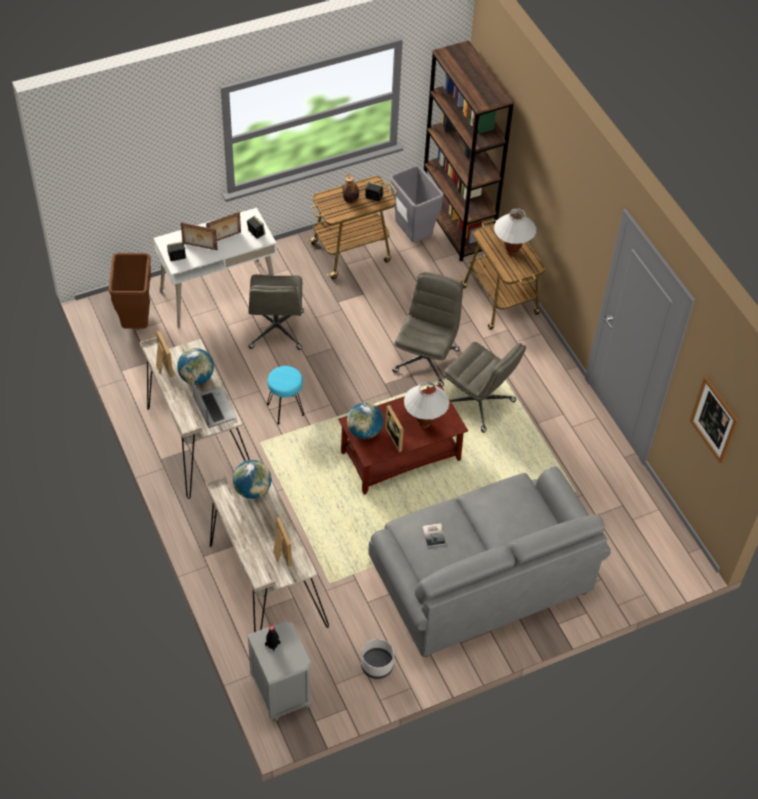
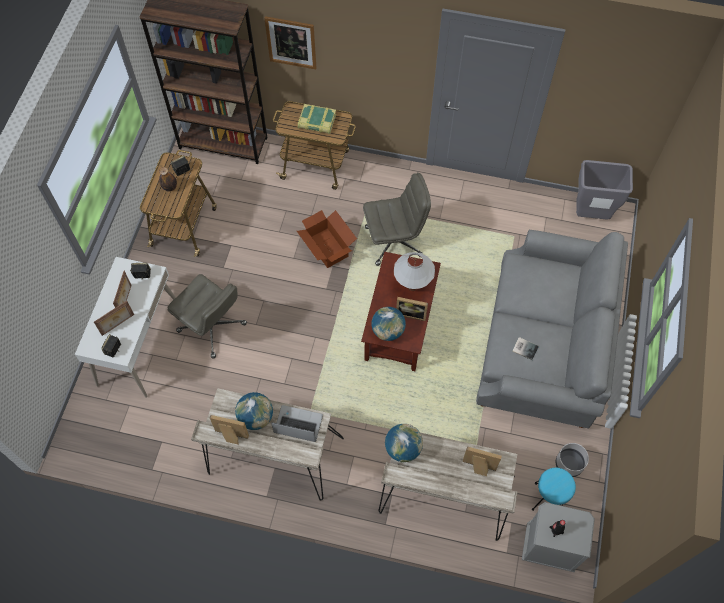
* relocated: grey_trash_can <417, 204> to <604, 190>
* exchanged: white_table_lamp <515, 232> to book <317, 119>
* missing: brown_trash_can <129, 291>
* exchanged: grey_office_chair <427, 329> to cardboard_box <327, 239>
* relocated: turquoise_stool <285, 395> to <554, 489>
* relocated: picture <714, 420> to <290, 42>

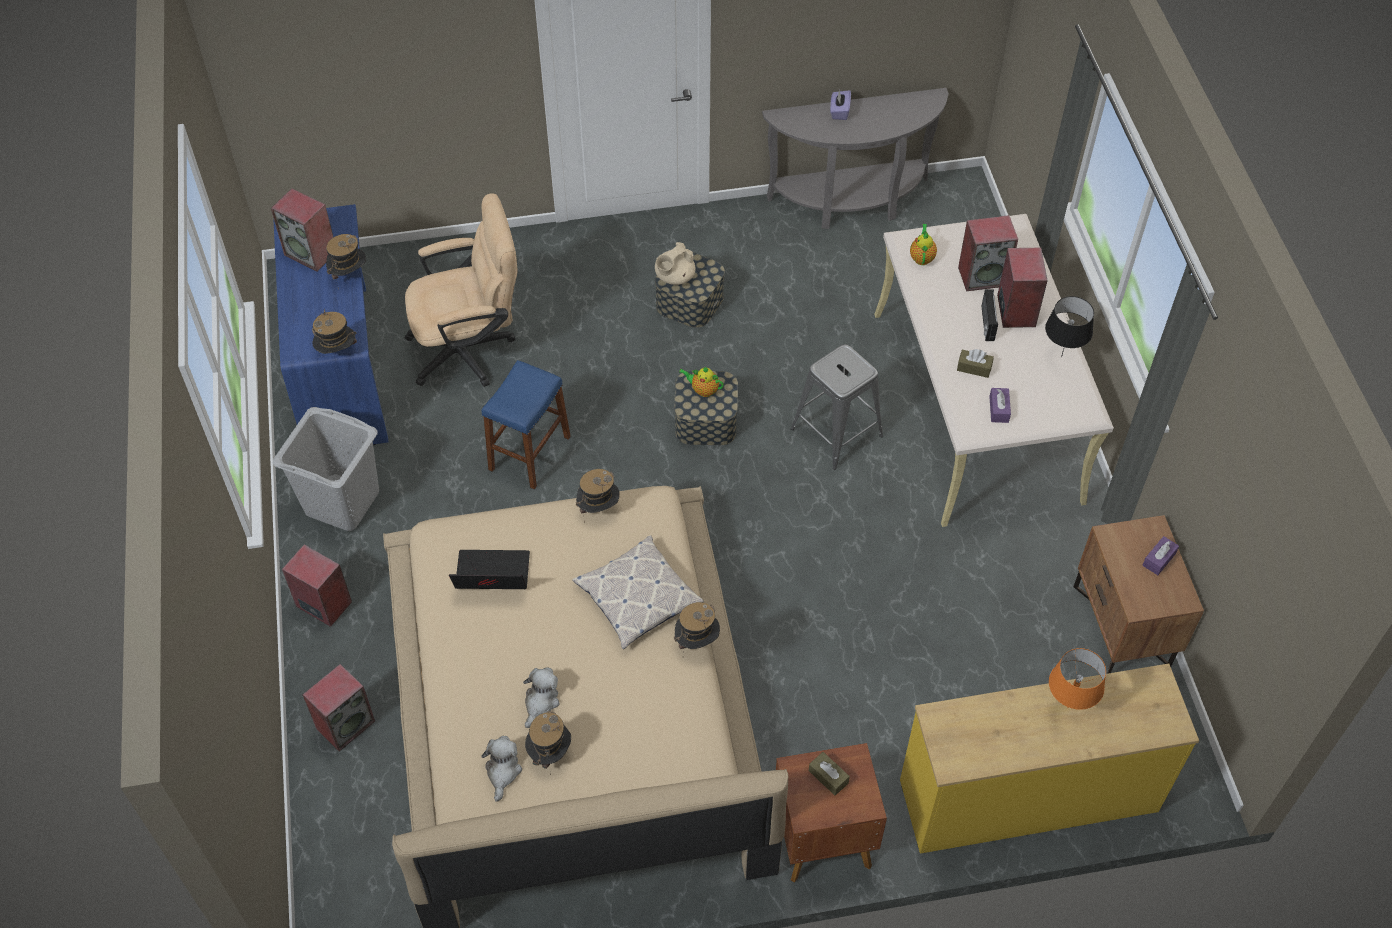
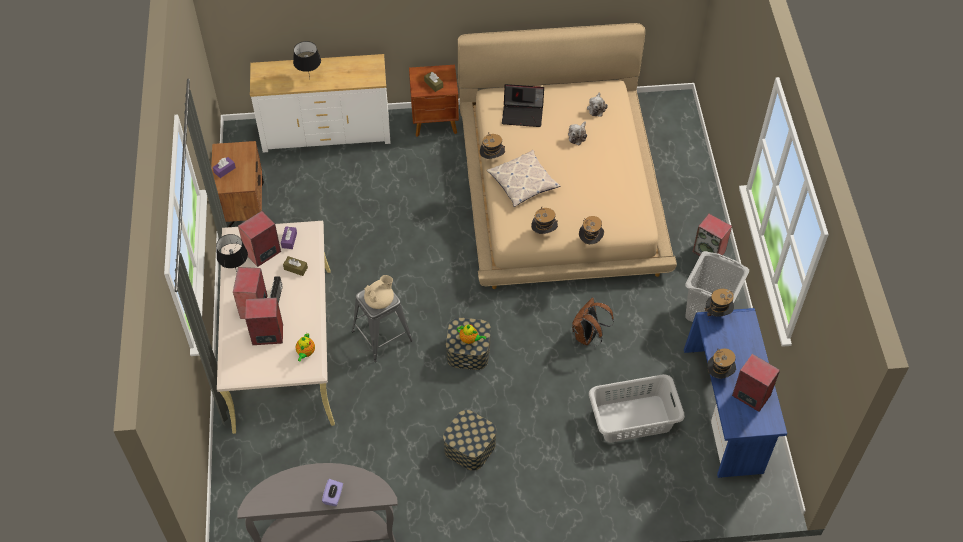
* exchanged: beige_office_chair <460, 290> to grey_laundry_basket <637, 408>
* relocated: beige_teapot <675, 263> to <379, 292>
* exchanged: blue_stool <526, 425> to brown_backpack <593, 321>
* relocated: laptop <489, 569> to <523, 105>
* colour: orange_table_lamp <1077, 679> to black_table_lamp <307, 59>
* relocated: speaker <339, 707> to <259, 239>
* colour: yellow_dresser <1049, 759> to white_dresser <320, 103>
* relocated: hat <548, 743> to <591, 230>

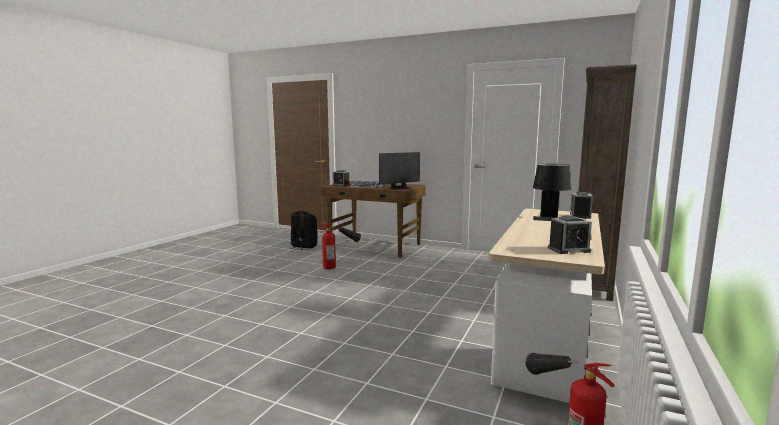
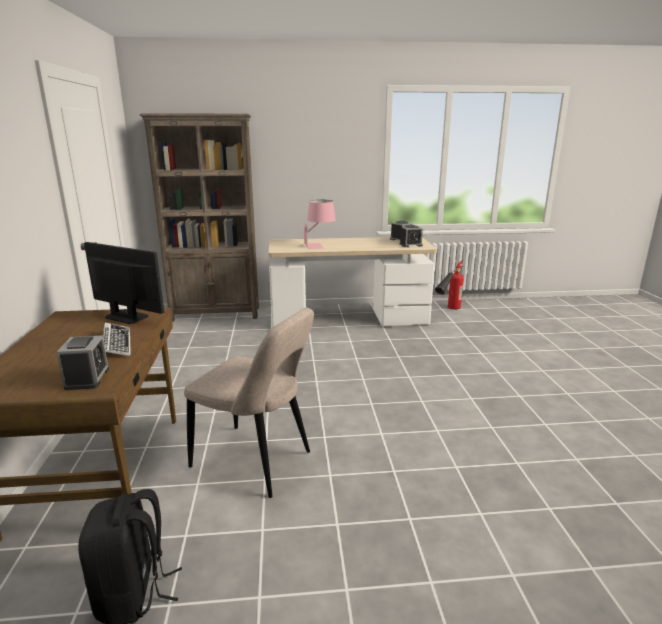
* colour: black_table_lamp <552, 192> to pink_table_lamp <320, 224>
* relocated: alarm_clock <581, 205> to <411, 236>
* exchanged: fire_extinguisher <339, 245> to beige_chair <249, 402>

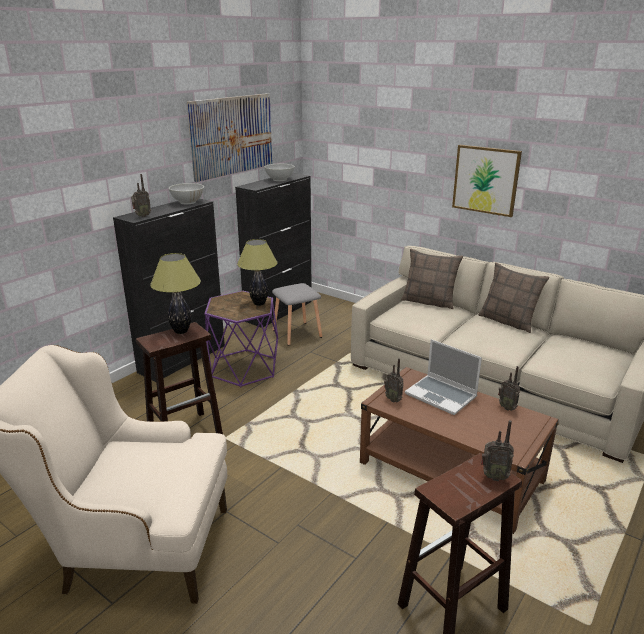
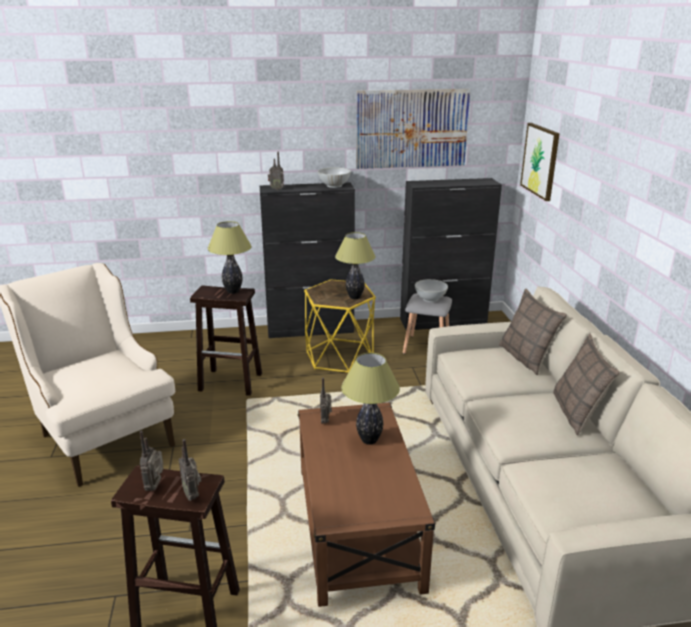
* relocated: picture <487, 181> to <540, 162>
* relocated: white_bowl <279, 172> to <431, 290>
* colour: purple_side_table <241, 339> to yellow_side_table <340, 326>
* exchanged: laptop <443, 377> to table_lamp <370, 399>
* relocated: radio <509, 388> to <151, 461>

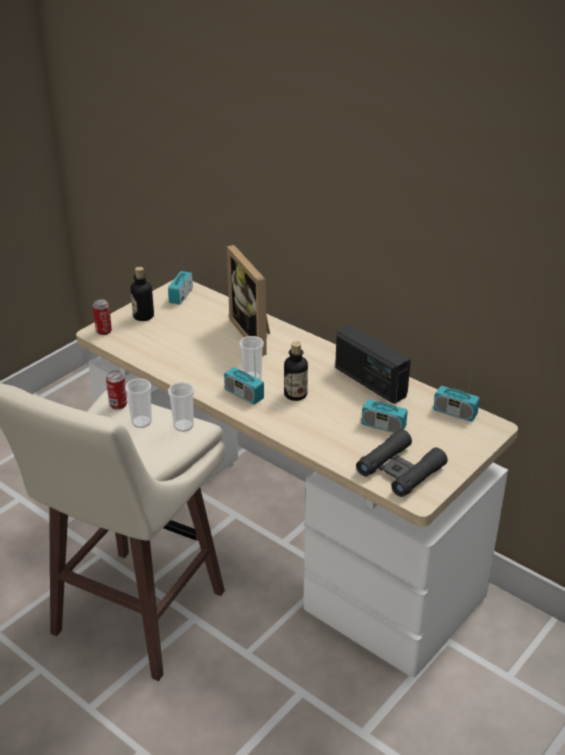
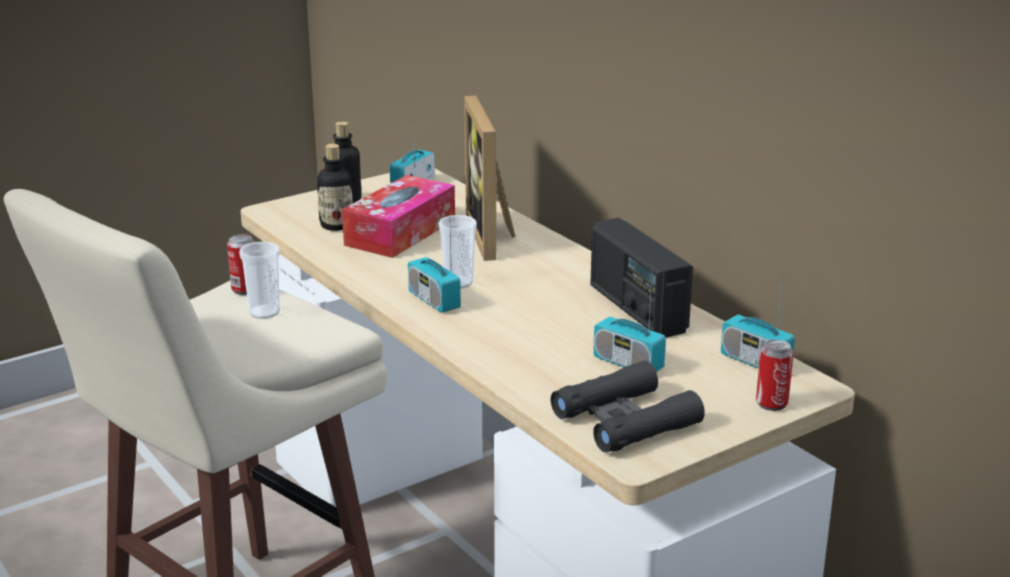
* relocated: can <102, 317> to <775, 375>
* relocated: bottle <296, 371> to <335, 187>
* missing: cup <181, 407>
* appeared: tissue_box <398, 216>

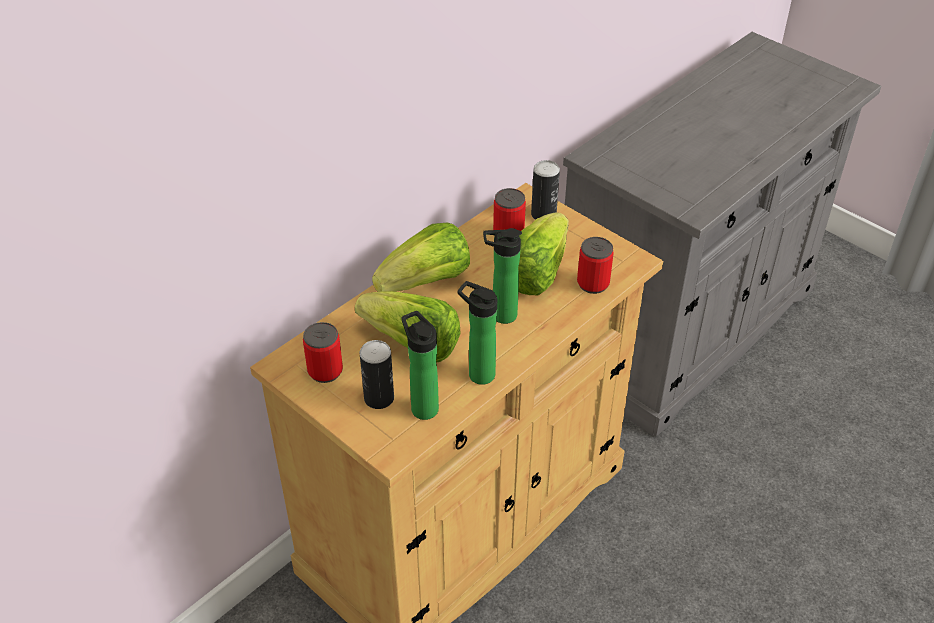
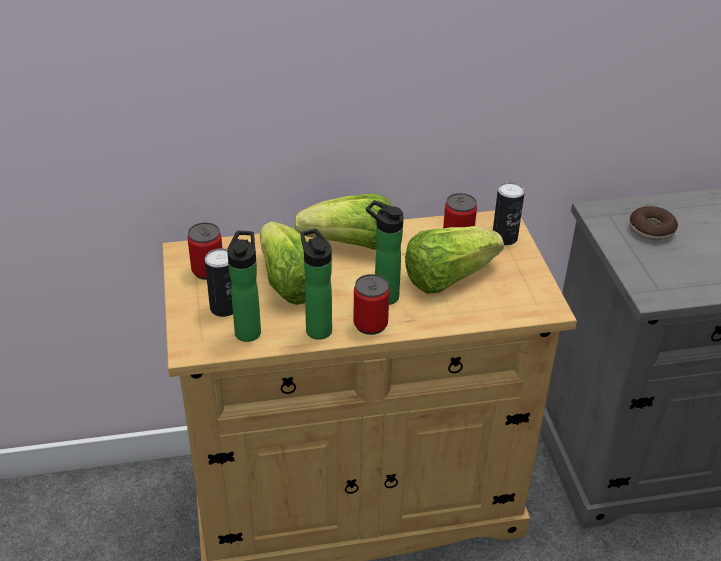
* relocated: can <595, 265> to <371, 304>
* appeared: donut <653, 223>

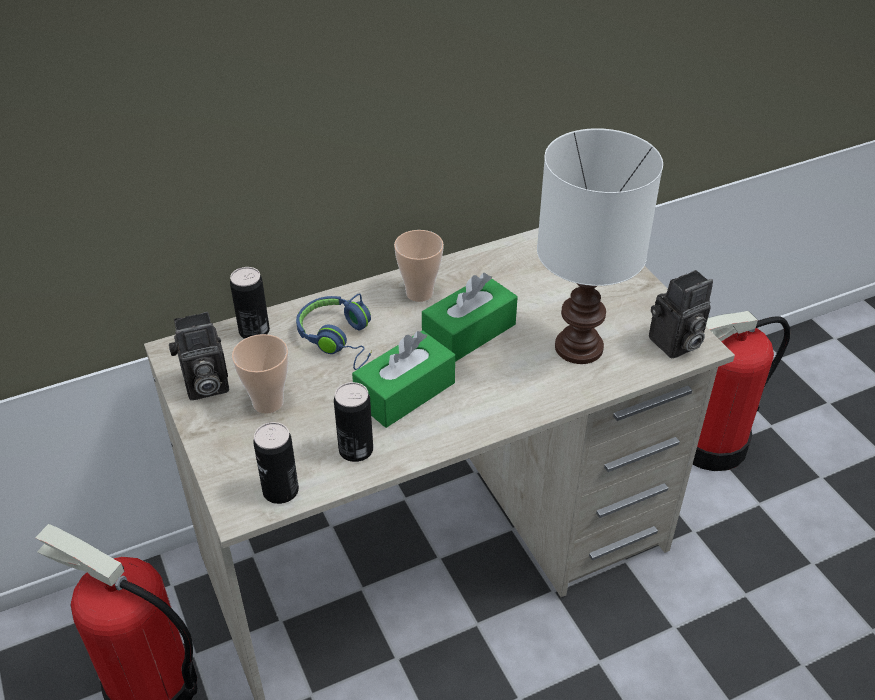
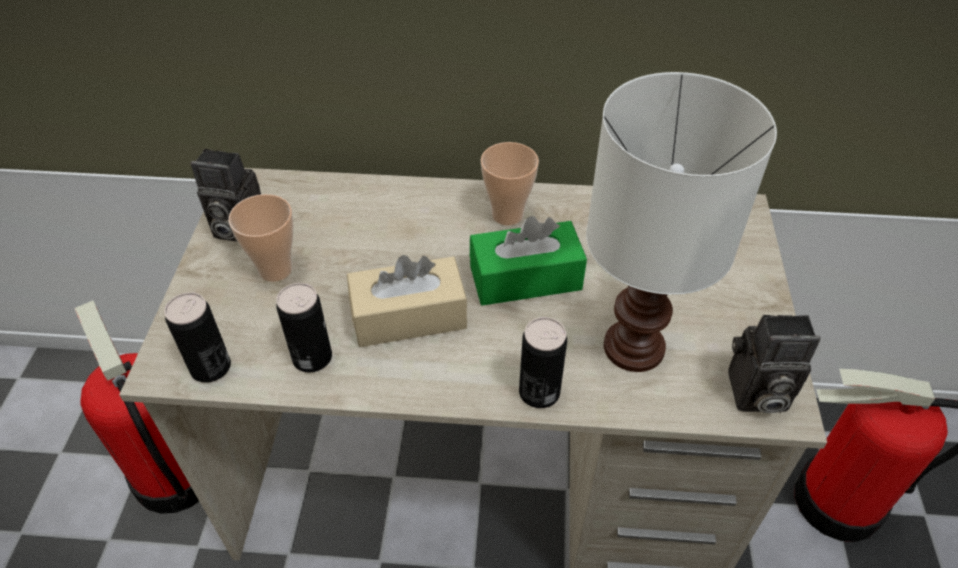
* relocated: can <250, 303> to <543, 362>
* missing: blue_headphones <334, 332>
* colour: green_tissue_box <403, 379> to beige_tissue_box <407, 301>

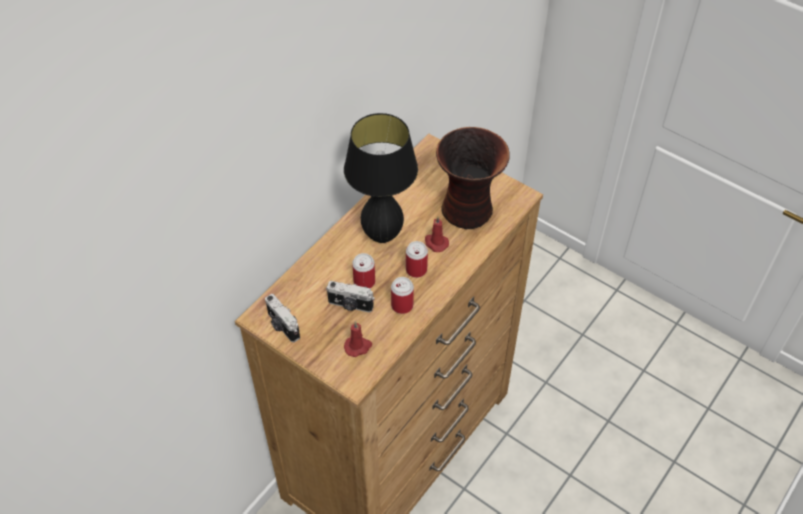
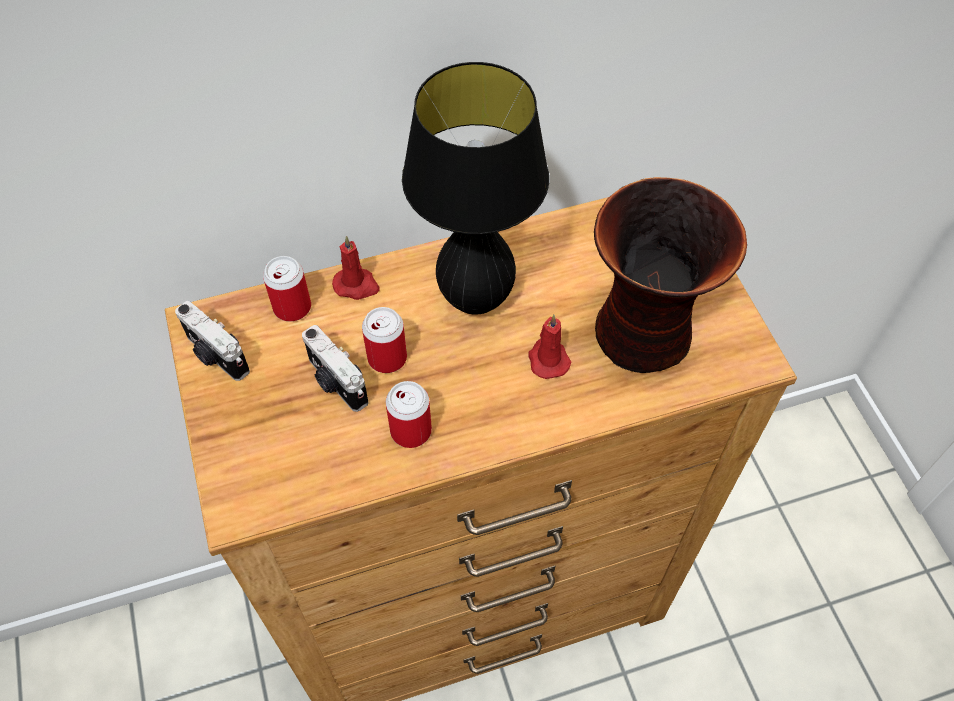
* relocated: can <417, 259> to <287, 289>
* spun: photo_camera <282, 318> = <212, 341> 45 degrees counterclockwise
* relocated: red_candle <358, 339> to <355, 268>

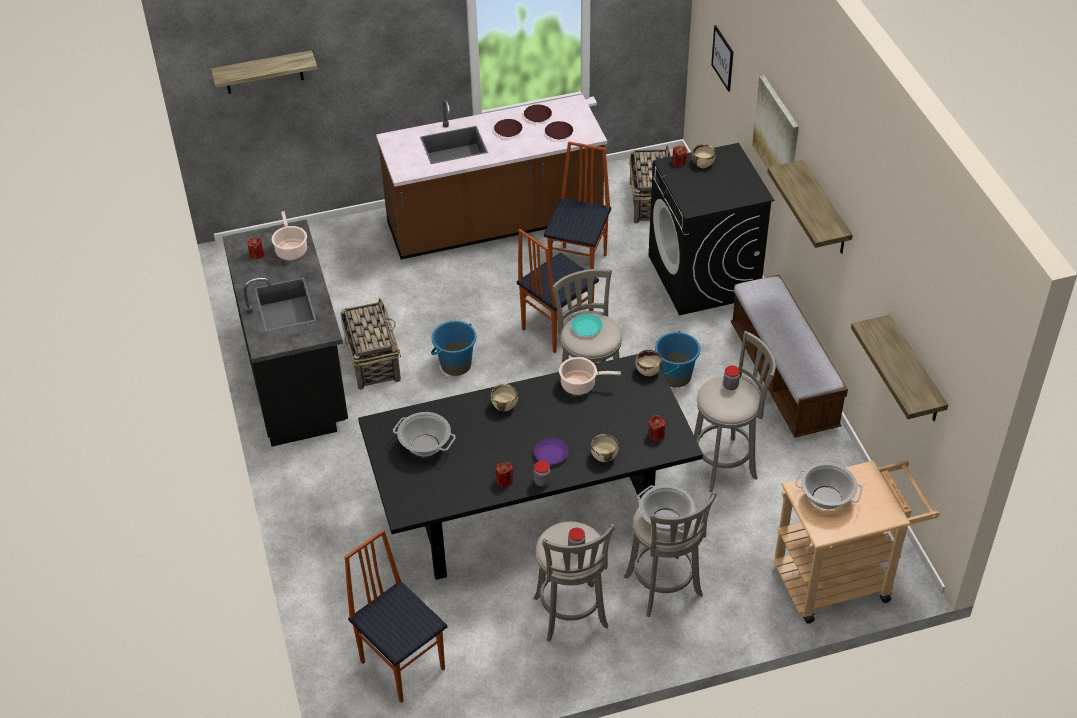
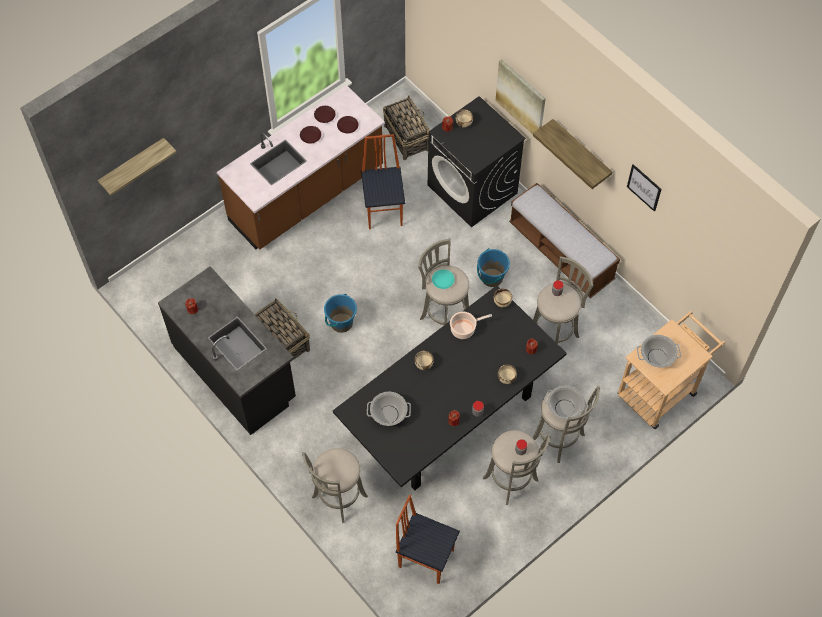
* relocated: picture <722, 58> to <644, 188>
* missing: cooking_pot <289, 235>
* missing: chair <558, 291>
* missing: shelf <899, 368>
* missing: purple_plate <551, 451>
* appeared: grey_stool <335, 485>

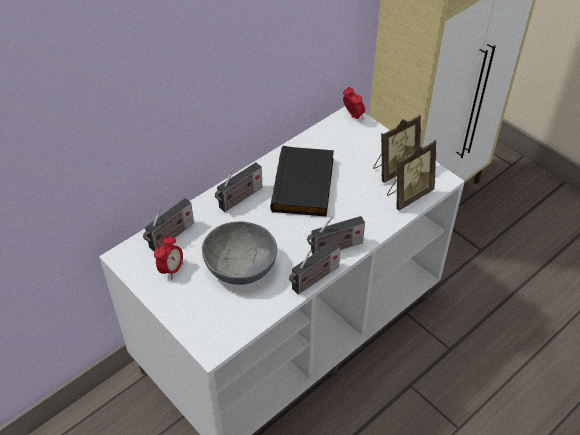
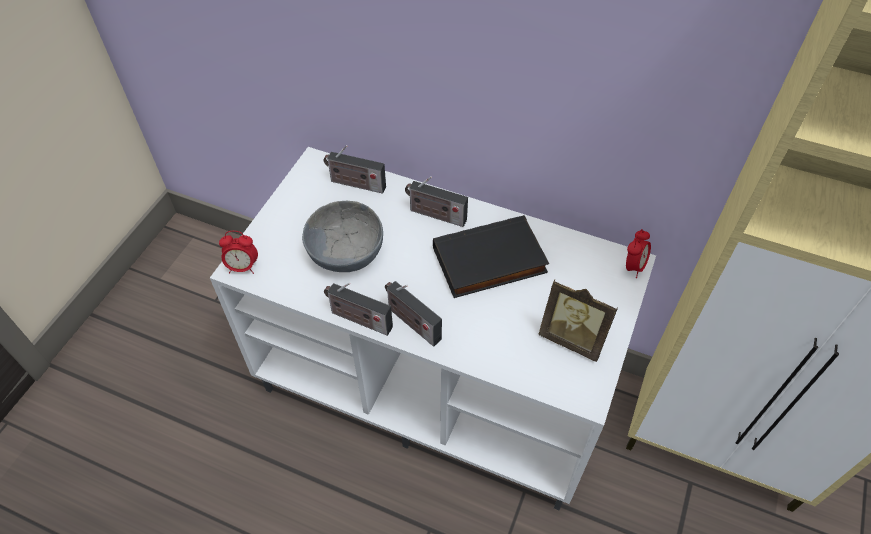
* missing: picture_frame <412, 175>
* relocated: alarm_clock <168, 258> to <238, 252>

